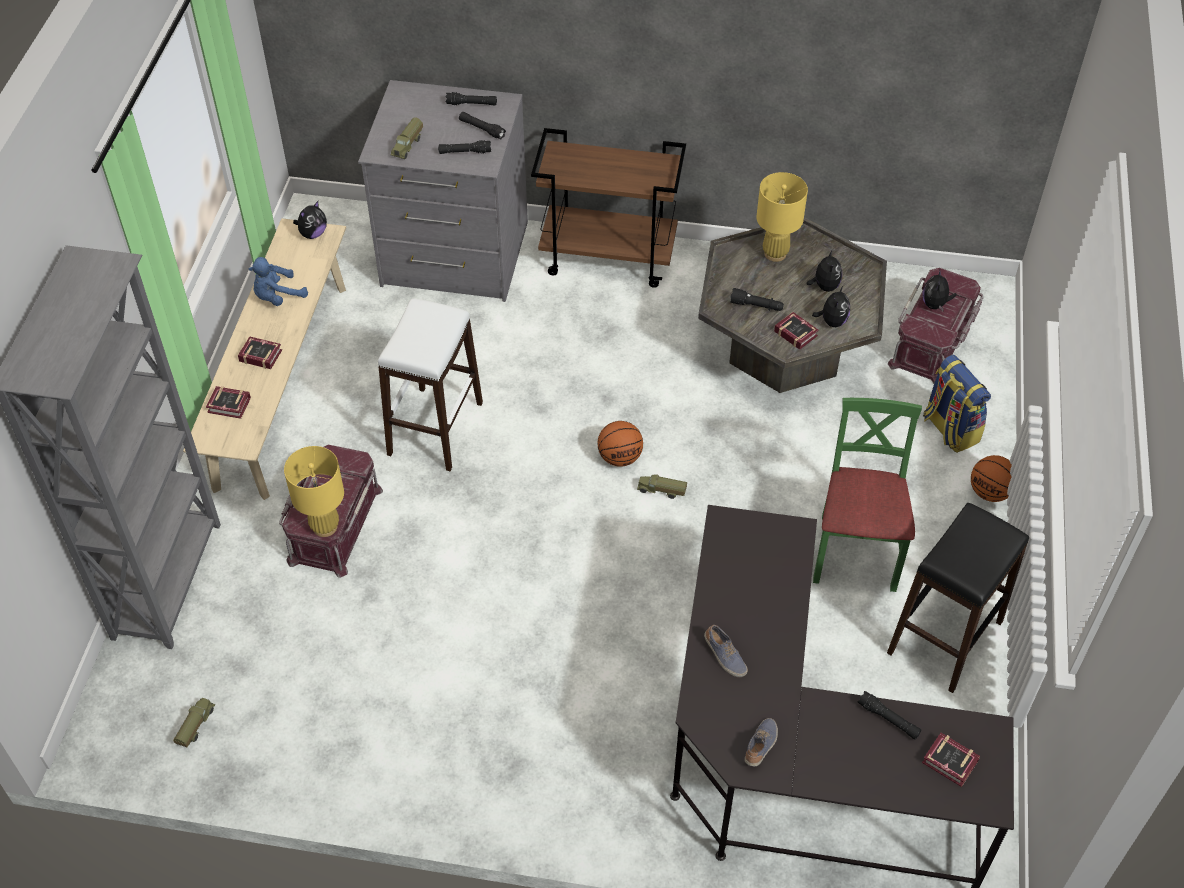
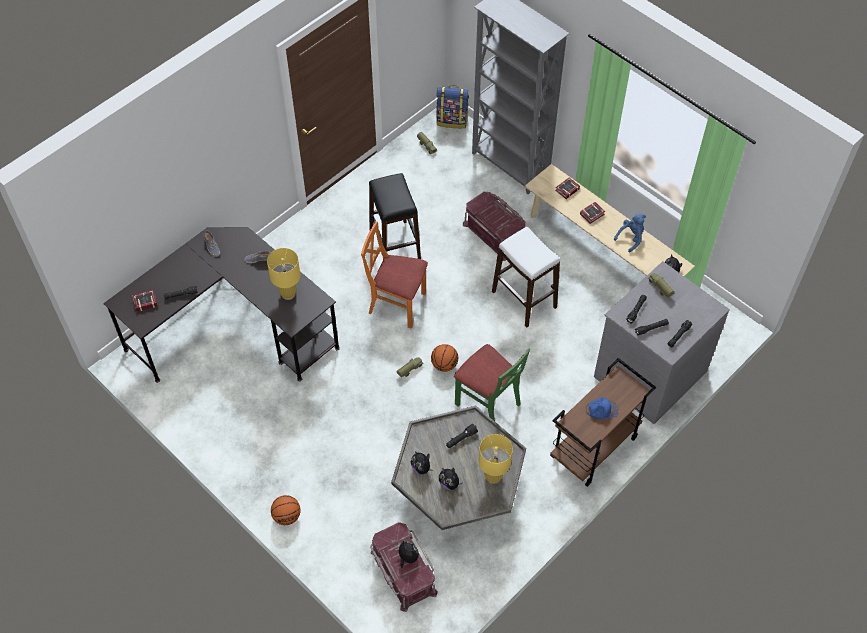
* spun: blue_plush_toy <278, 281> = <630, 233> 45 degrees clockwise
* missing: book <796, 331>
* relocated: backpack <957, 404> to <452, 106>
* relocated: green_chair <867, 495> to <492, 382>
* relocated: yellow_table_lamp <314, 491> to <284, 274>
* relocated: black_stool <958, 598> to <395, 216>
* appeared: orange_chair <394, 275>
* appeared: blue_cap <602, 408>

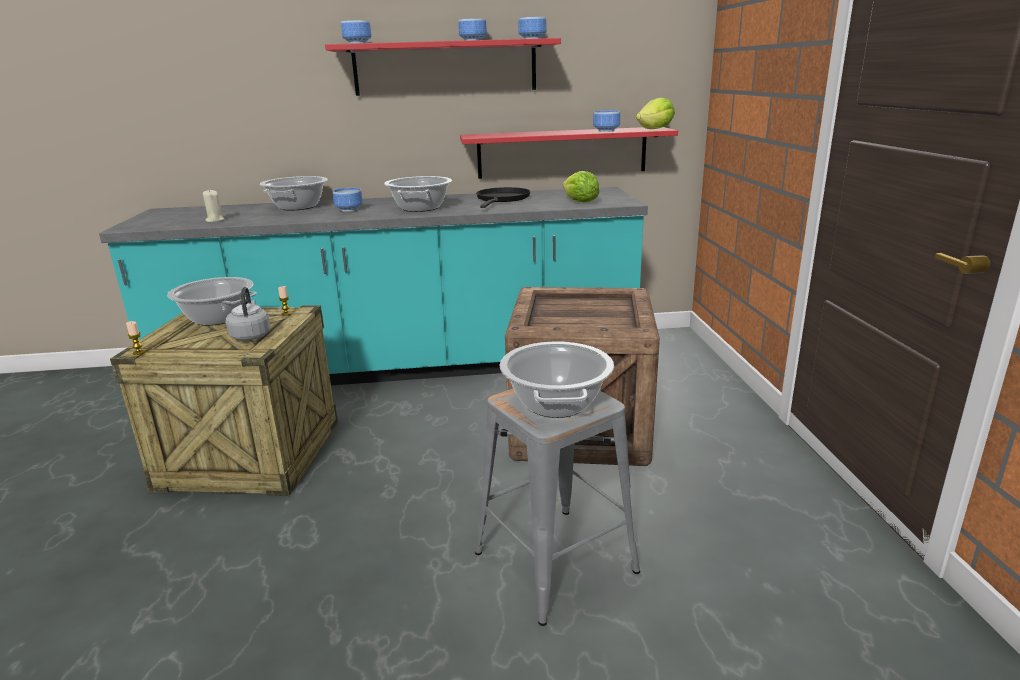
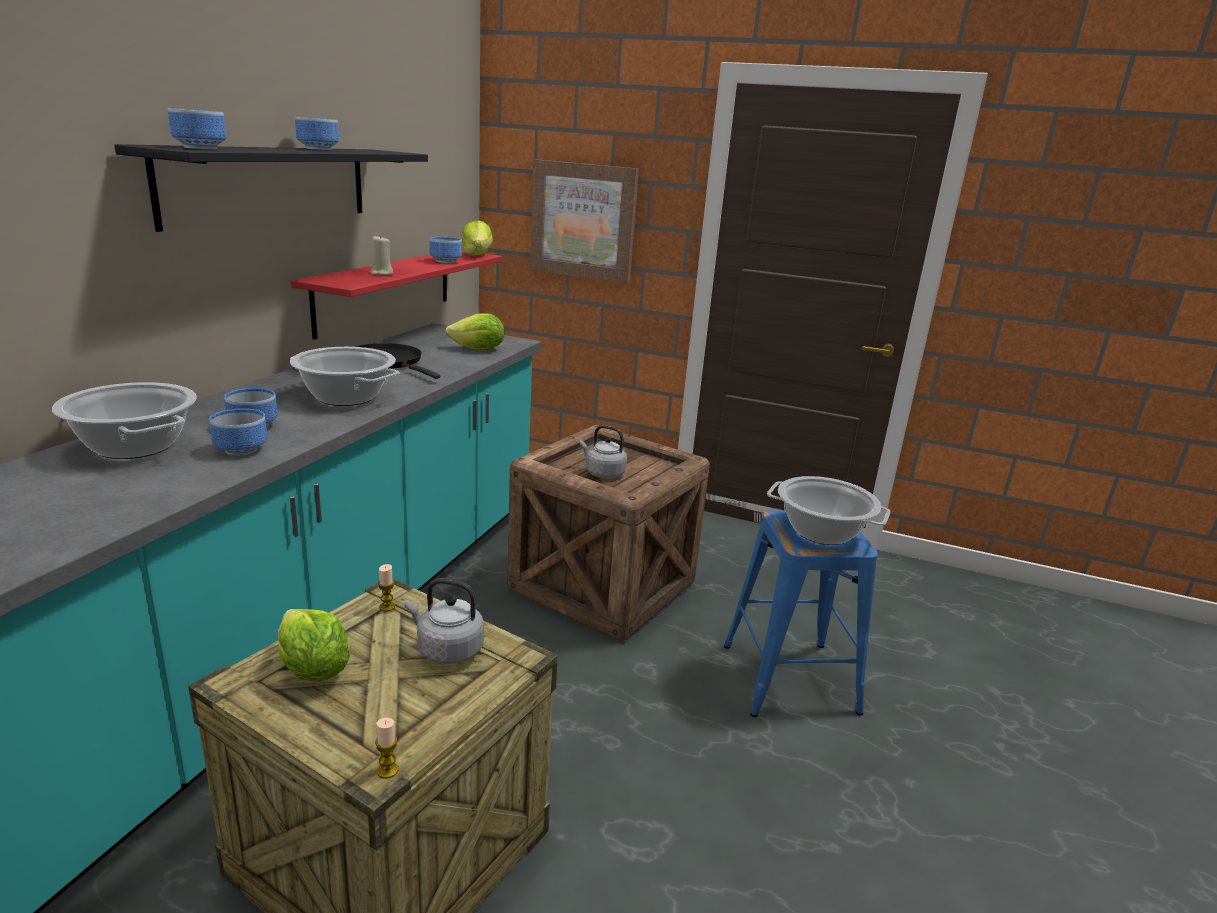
* relocated: bowl <532, 28> to <238, 432>
* colour: red_shelf <443, 67> to black_shelf <271, 188>
* relocated: beige_candle <214, 205> to <381, 255>
* exchanged: cooking_pot <212, 301> to lettuce <314, 645>
* colour: grey_stool <557, 507> to blue_stool <801, 614>
* appeared: picture <584, 222>
* appeared: grey_kettle <603, 452>

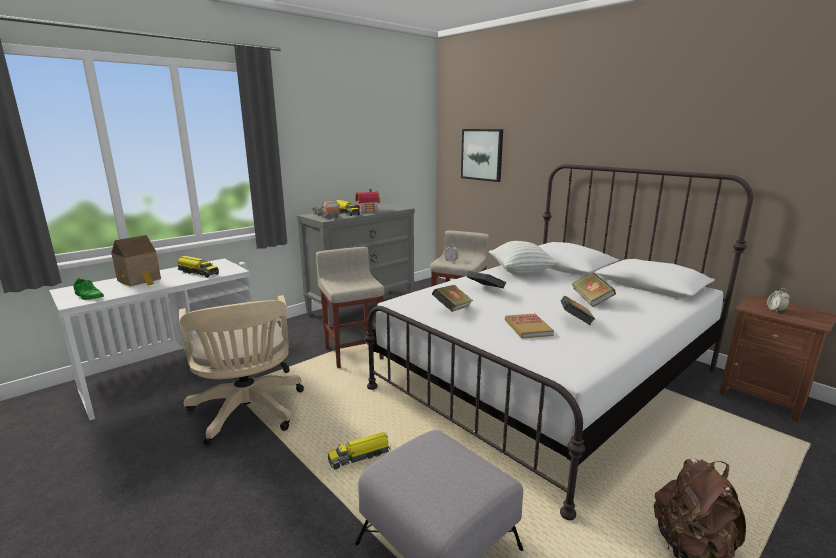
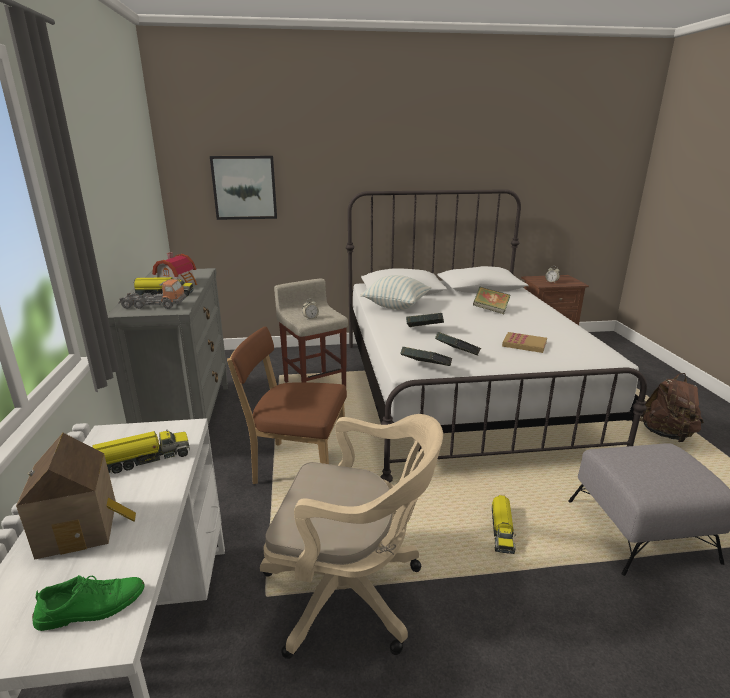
* exchanged: beige_stool <350, 307> to brown_chair <287, 405>
* relocated: book <577, 310> to <426, 356>

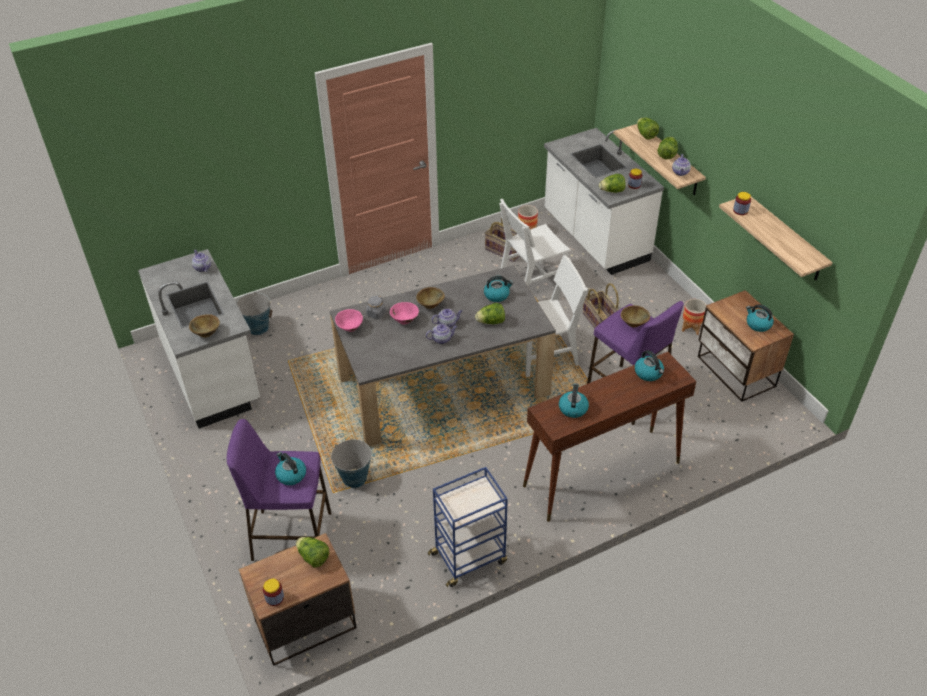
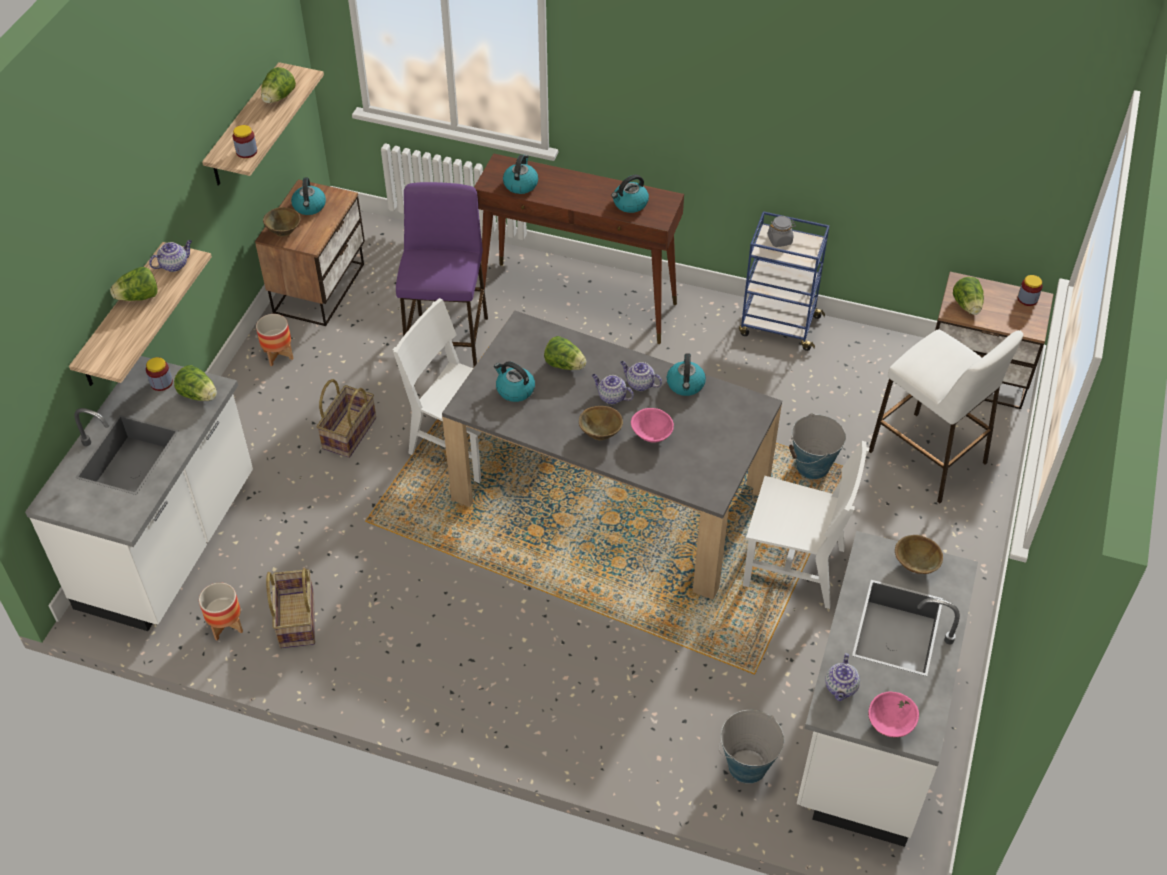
* relocated: lettuce <648, 129> to <278, 85>
* relocated: white_chair <535, 242> to <806, 525>
* relocated: grey_jar <376, 307> to <781, 231>
* relocated: brown_bowl <635, 316> to <282, 222>
* relocated: pink_bowl <349, 320> to <893, 714>
* colour: purple_stool <279, 490> to white_stool <946, 416>
* relocated: kettle <290, 468> to <686, 374>

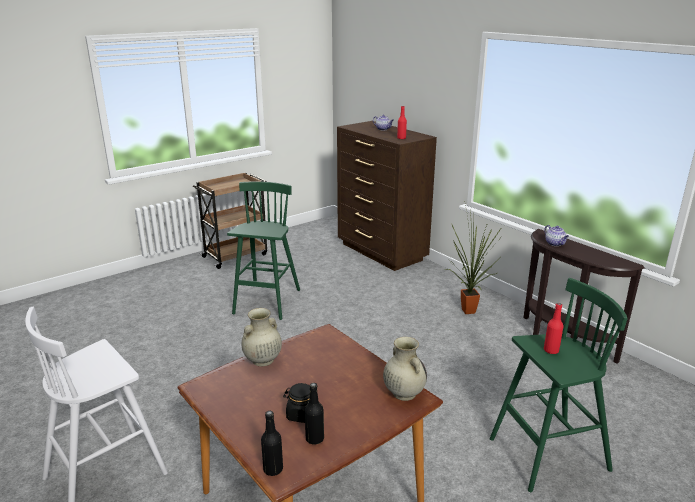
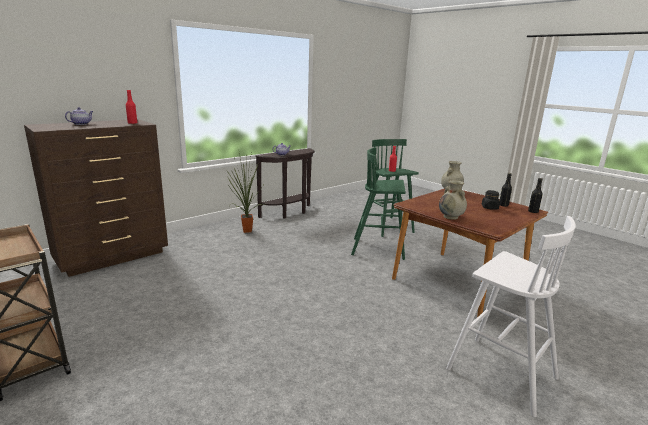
* relocated: green_stool <263, 251> to <378, 203>

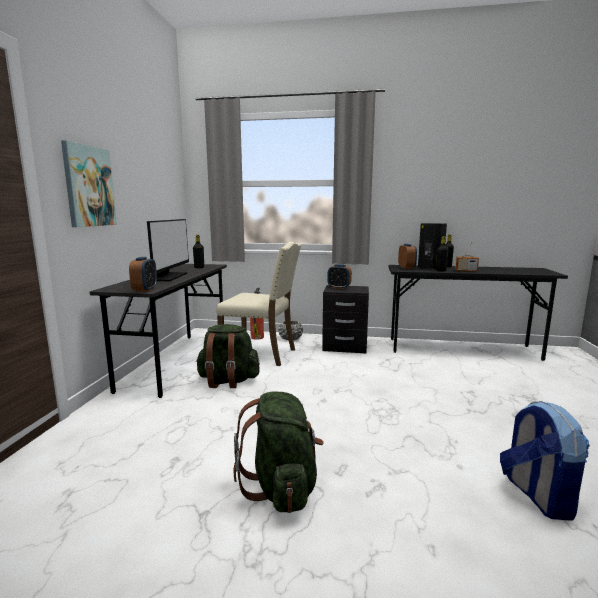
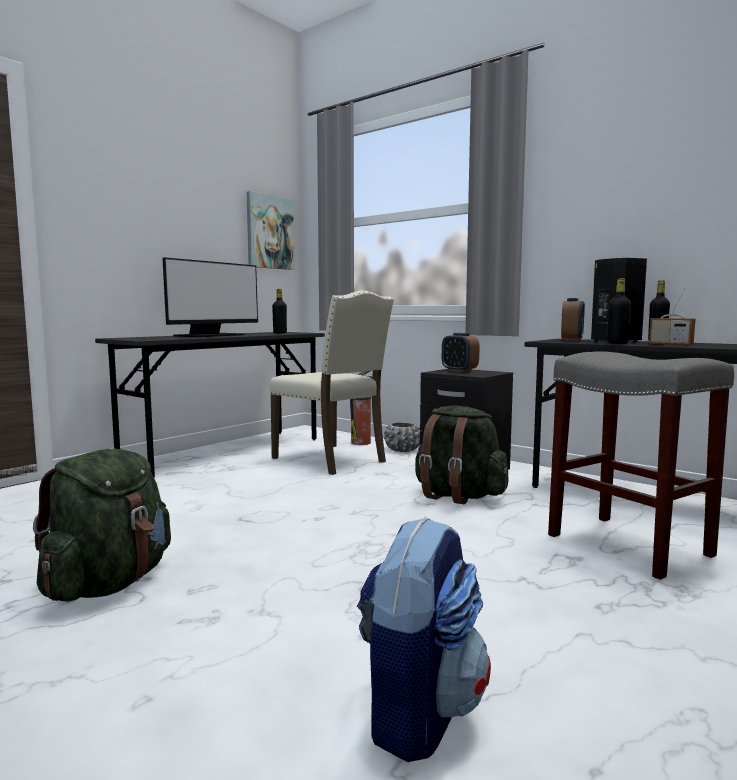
* relocated: picture <89, 183> to <271, 230>
* missing: alarm_clock <143, 274>
* relocated: green_backpack <228, 356> to <461, 455>
* appeared: grey_stool <641, 465>

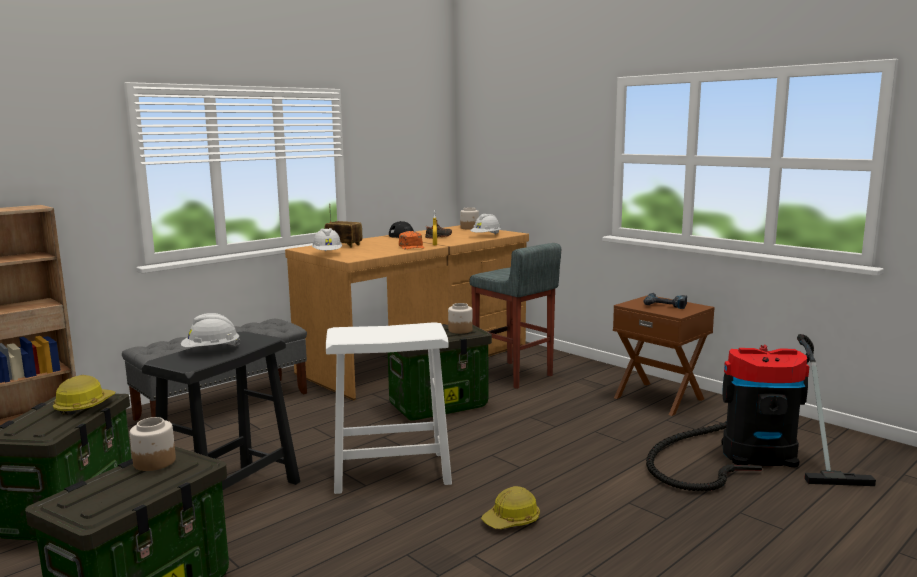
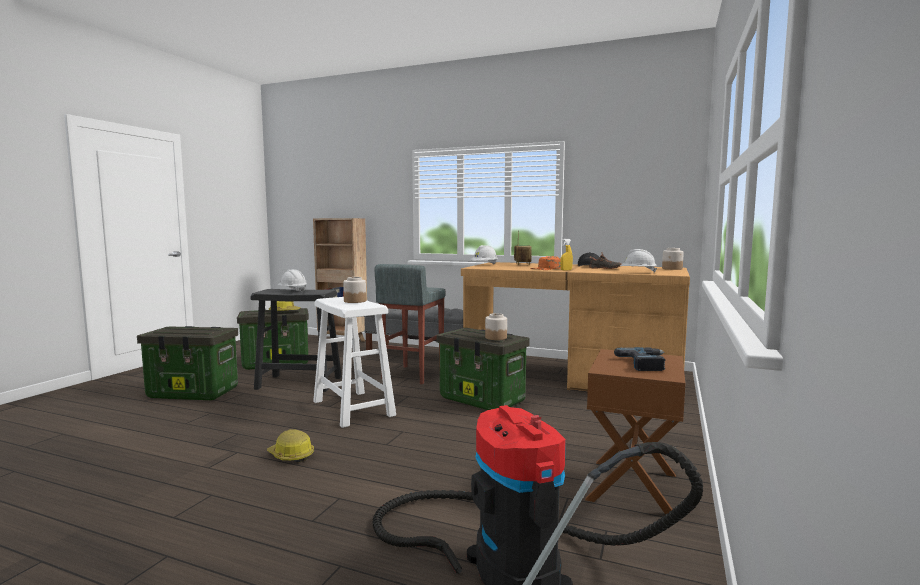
* relocated: grey_stool <515, 316> to <410, 324>
* relocated: jar <153, 444> to <354, 290>

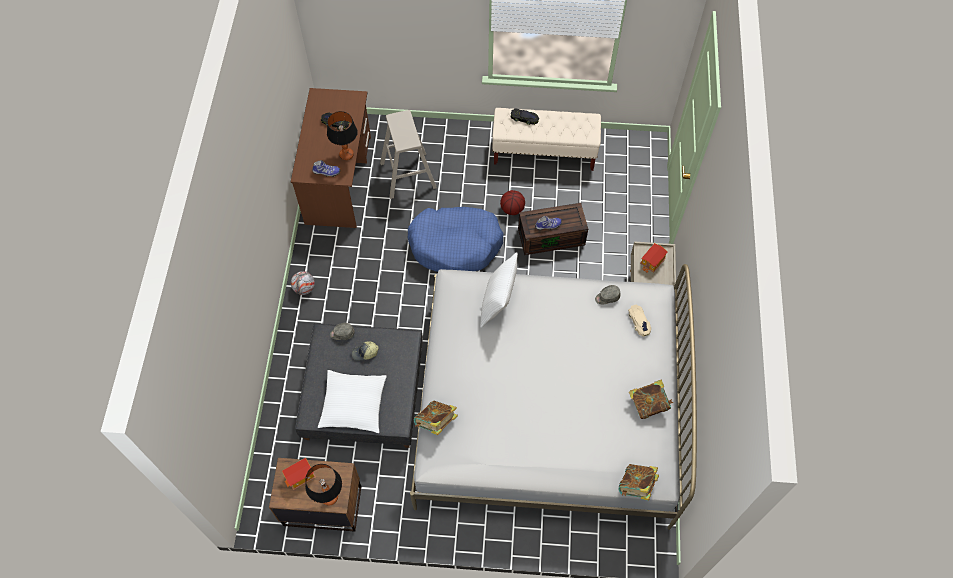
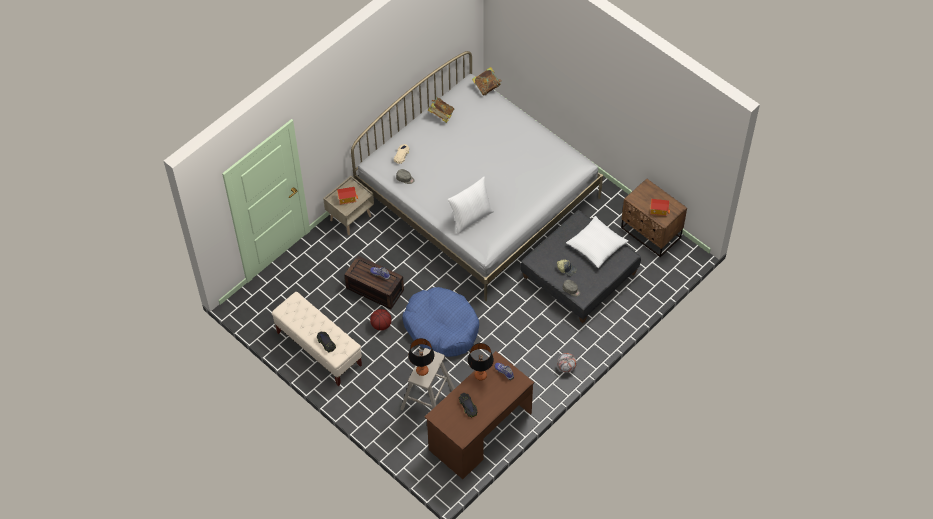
* missing: book <436, 418>
* relocated: table_lamp <323, 484> to <421, 357>

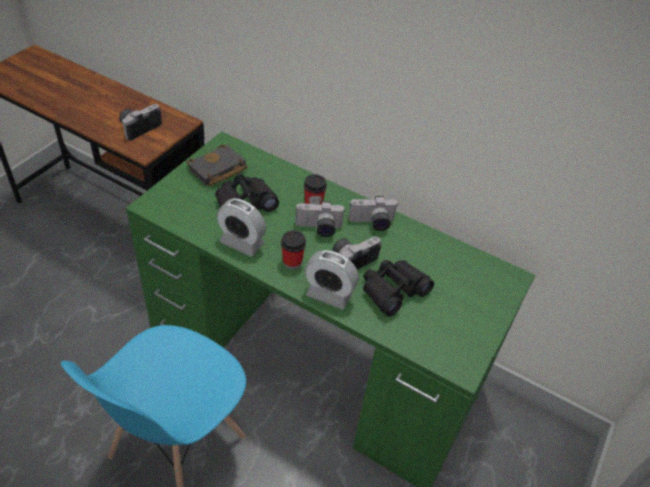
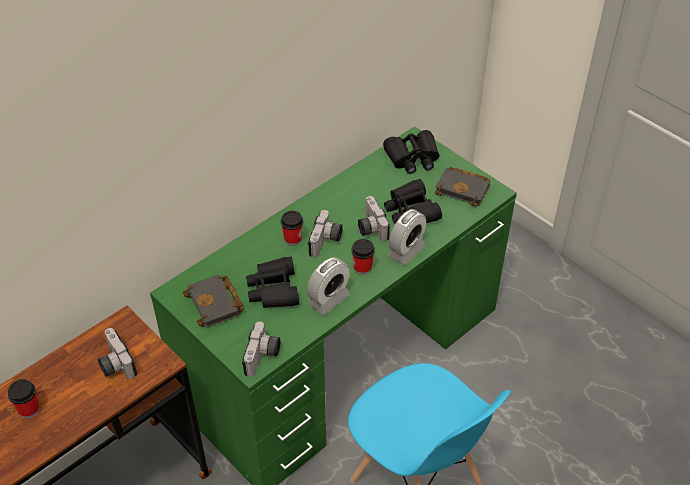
* relocated: photo_camera <373, 213> to <261, 349>
* appeared: black_binoculars <411, 152>
* appeared: black_book <462, 187>
* appeared: cup <24, 399>

